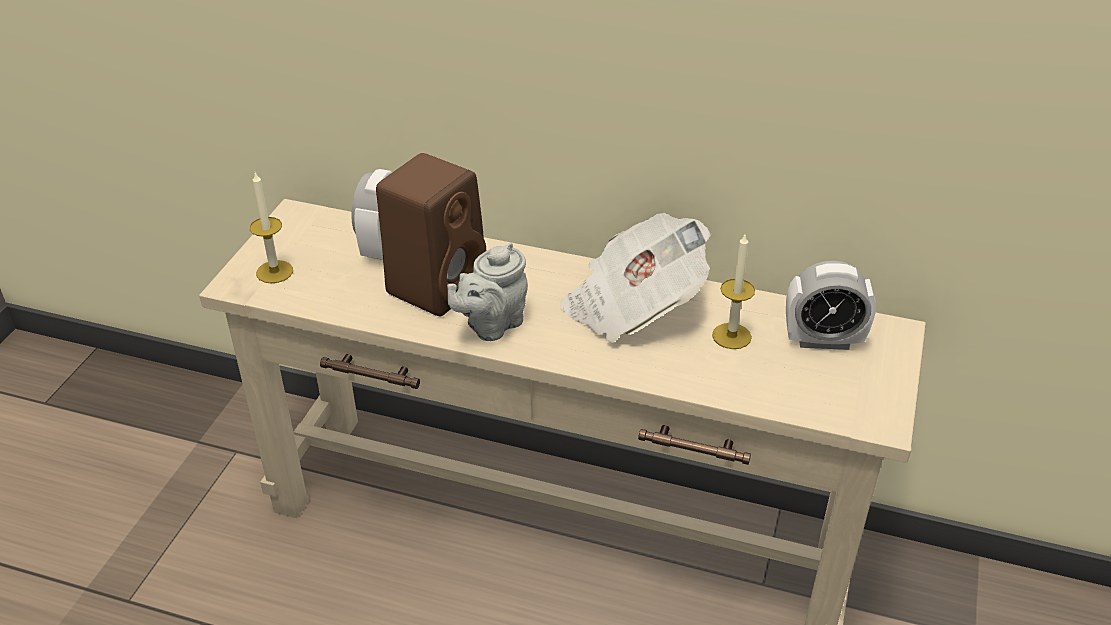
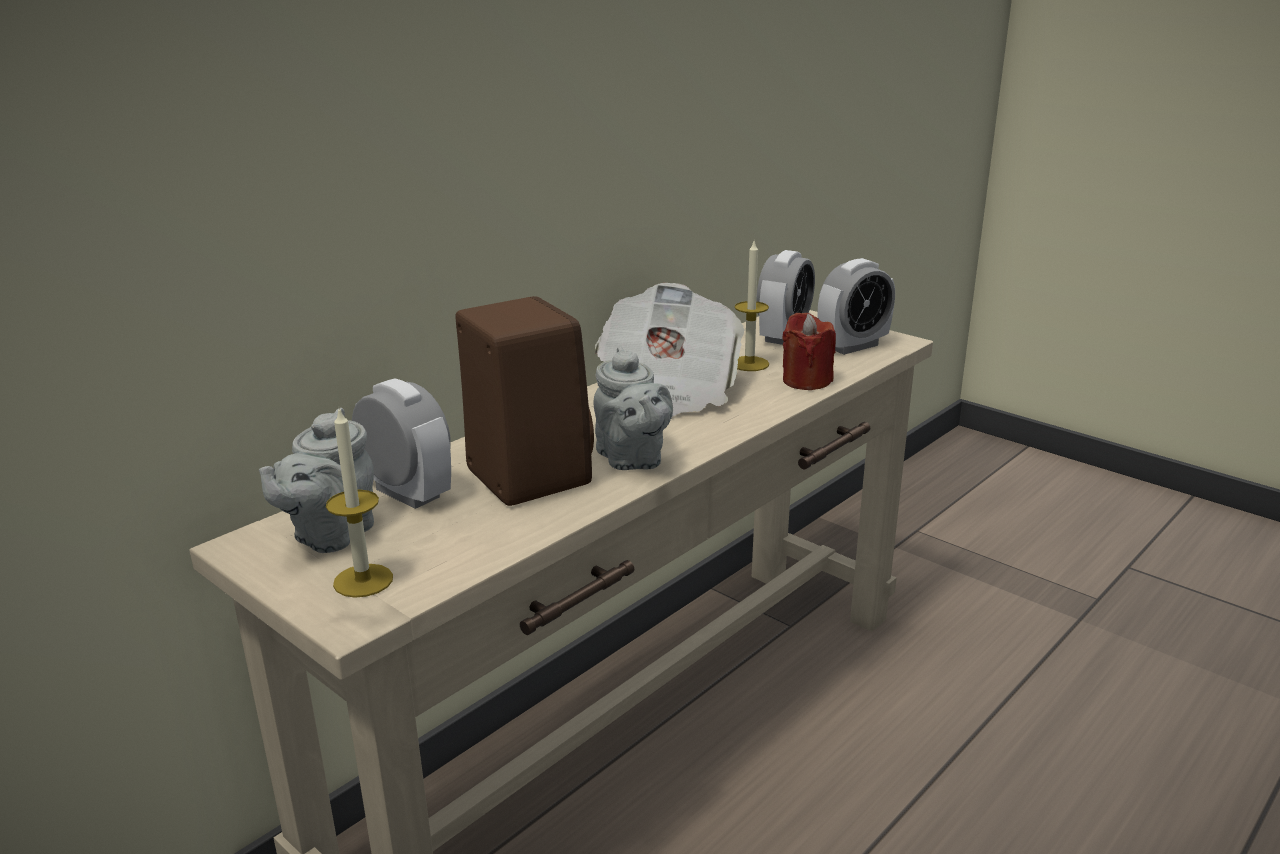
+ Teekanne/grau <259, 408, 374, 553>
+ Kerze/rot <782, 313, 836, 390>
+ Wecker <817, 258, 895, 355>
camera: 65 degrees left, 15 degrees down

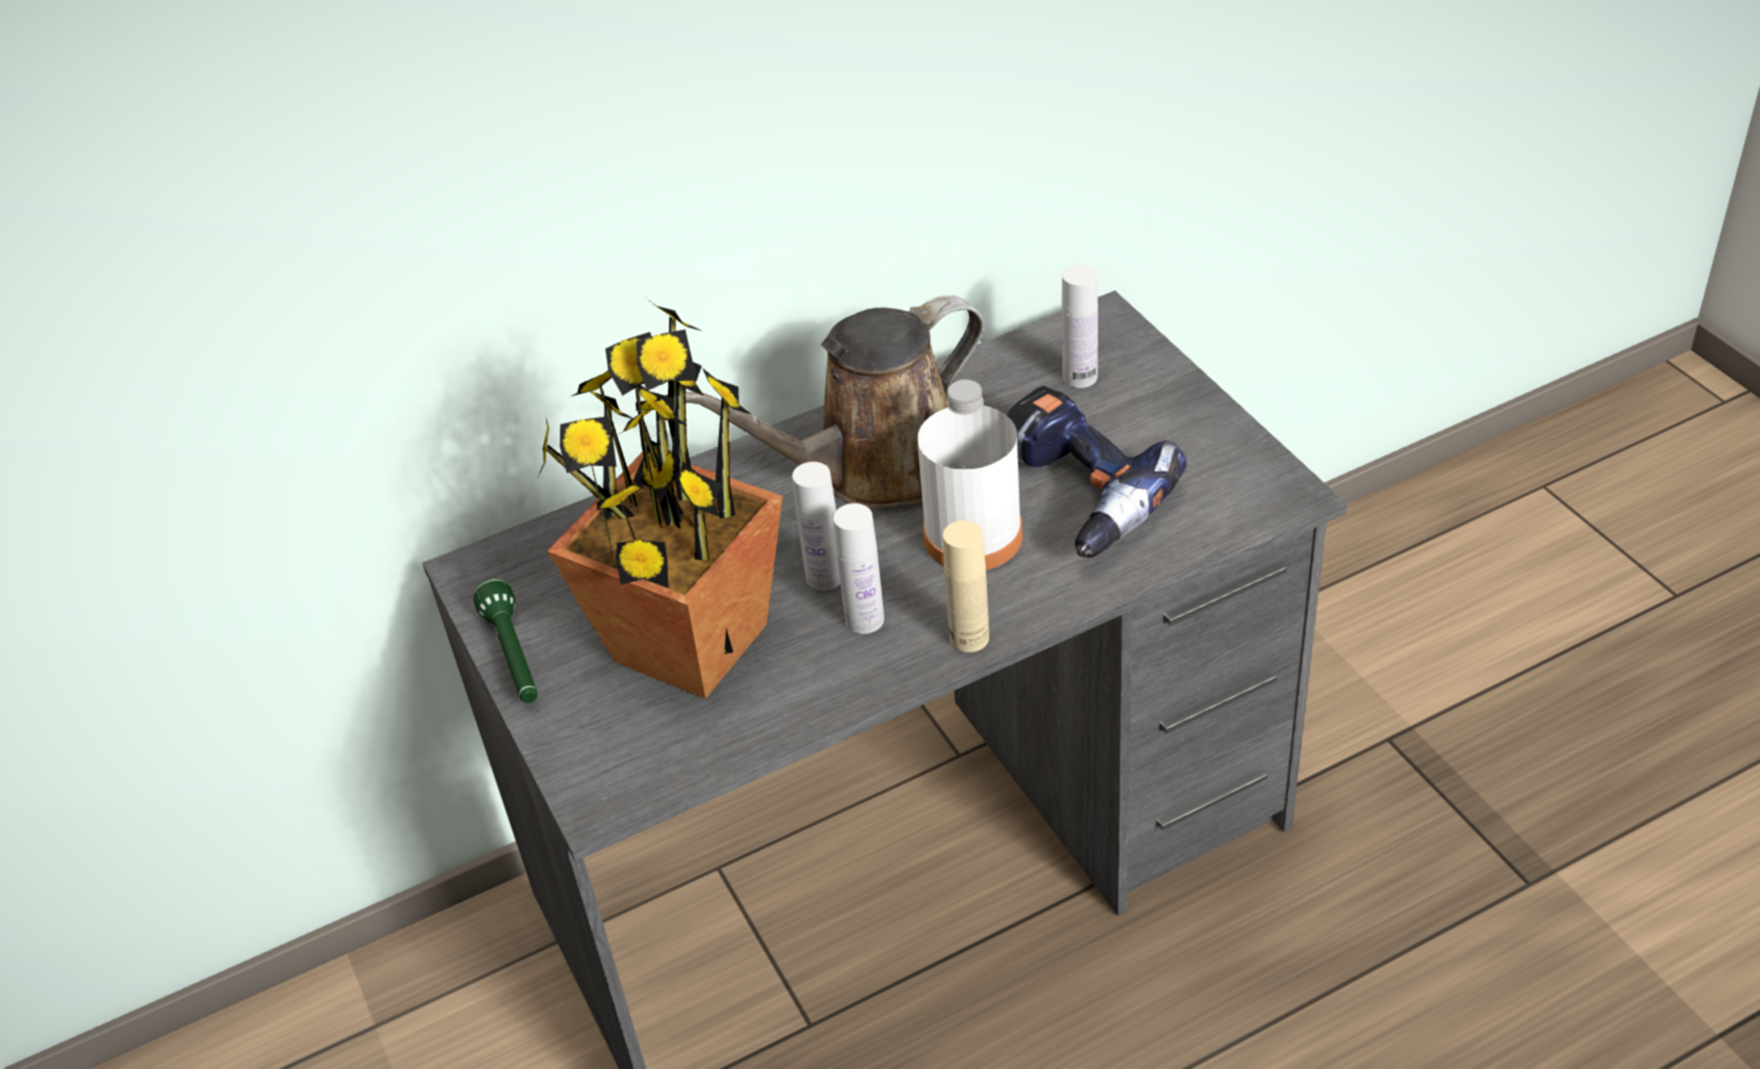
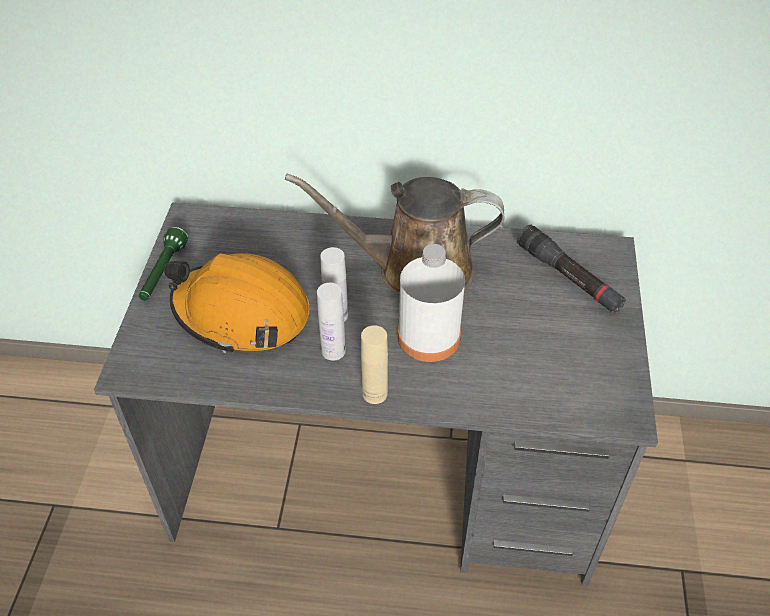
~ Topfpflanze <537, 299, 783, 699> to Schutzhelm/orange <164, 253, 310, 353>
~ Flasche/weiß <1062, 265, 1098, 388> to Taschenlampe/schwarz <517, 224, 626, 314>
- Bohrmaschine <1007, 386, 1187, 558>
camera: 30 degrees right, 5 degrees up

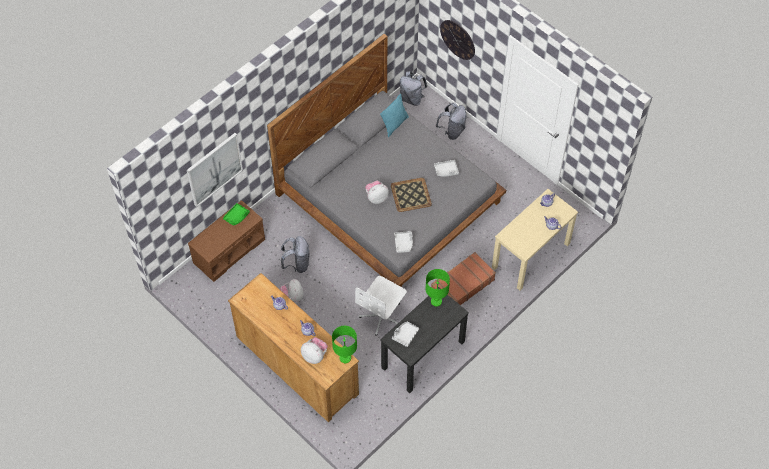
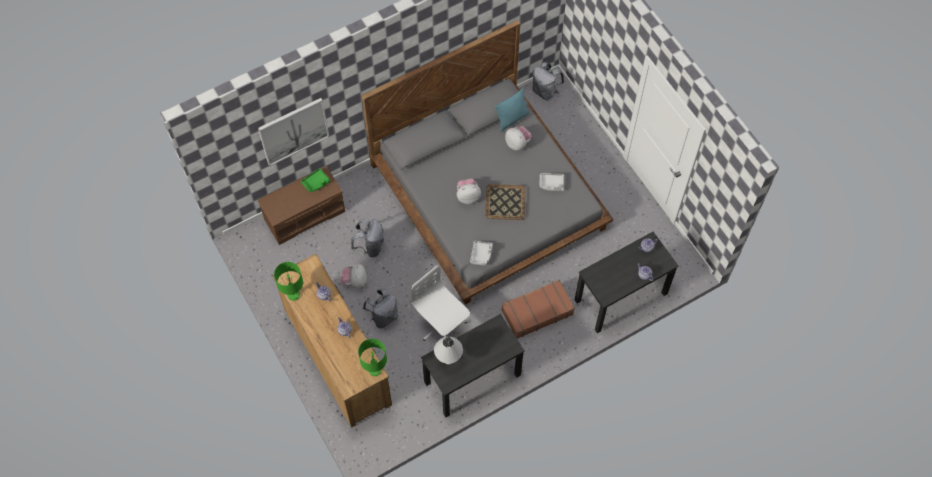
~ Tischlampe/grün <425, 269, 450, 307> to <274, 262, 303, 301>
~ Rucksack/grau <436, 103, 467, 140> to <363, 288, 399, 329>
~ Bürostuhl/weiß <355, 276, 407, 336> = <411, 265, 470, 341> 90 degrees clockwise
~ Tablett/grau <392, 322, 419, 347> to Tischlampe/weiß <434, 337, 463, 365>
~ Plüschtier <301, 337, 328, 364> to <505, 126, 532, 151>
~ Schreibtisch/beige <492, 189, 578, 291> to Schreibtisch/schwarz <575, 232, 679, 333>
- Wanduhr <440, 20, 475, 60>
camera: 15 degrees right, 5 degrees up

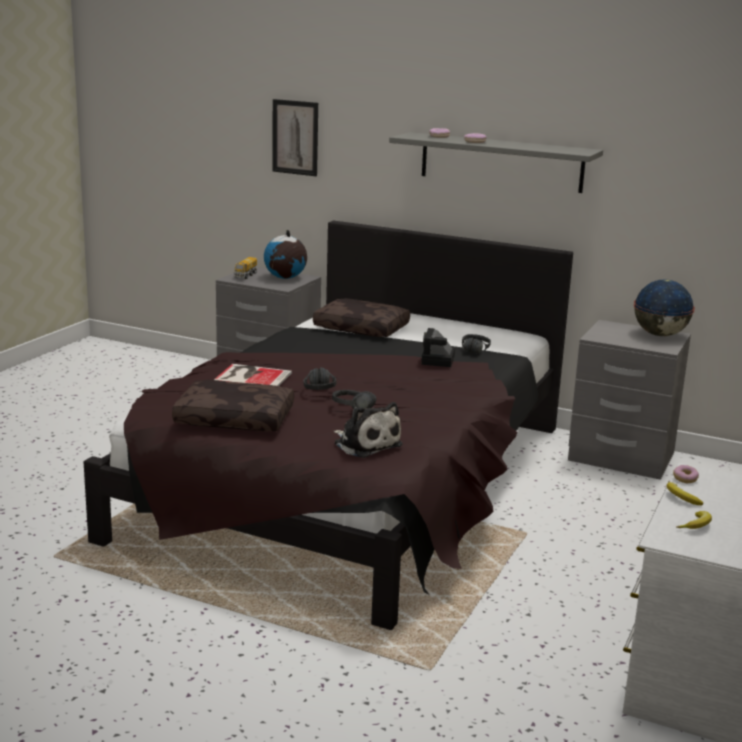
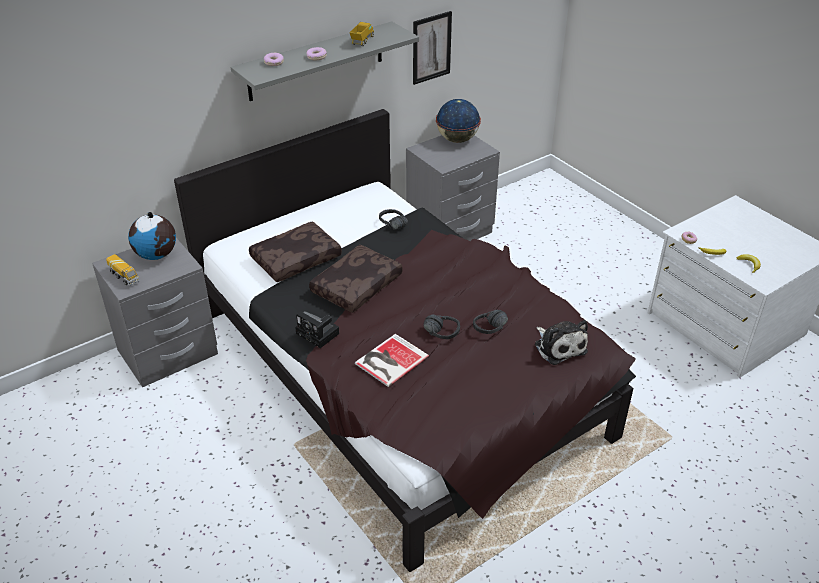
~ Kamera <421, 328, 455, 367> to <295, 311, 340, 348>
~ Kissen/braun <172, 380, 294, 431> to <309, 245, 403, 313>
+ Spielzeuglaster <349, 22, 374, 46>
~ Bild <272, 99, 318, 176> to <413, 11, 452, 85>
~ Plüschtier <334, 402, 403, 458> = <535, 320, 588, 365> 75 degrees clockwise
camera: 60 degrees left, 20 degrees up

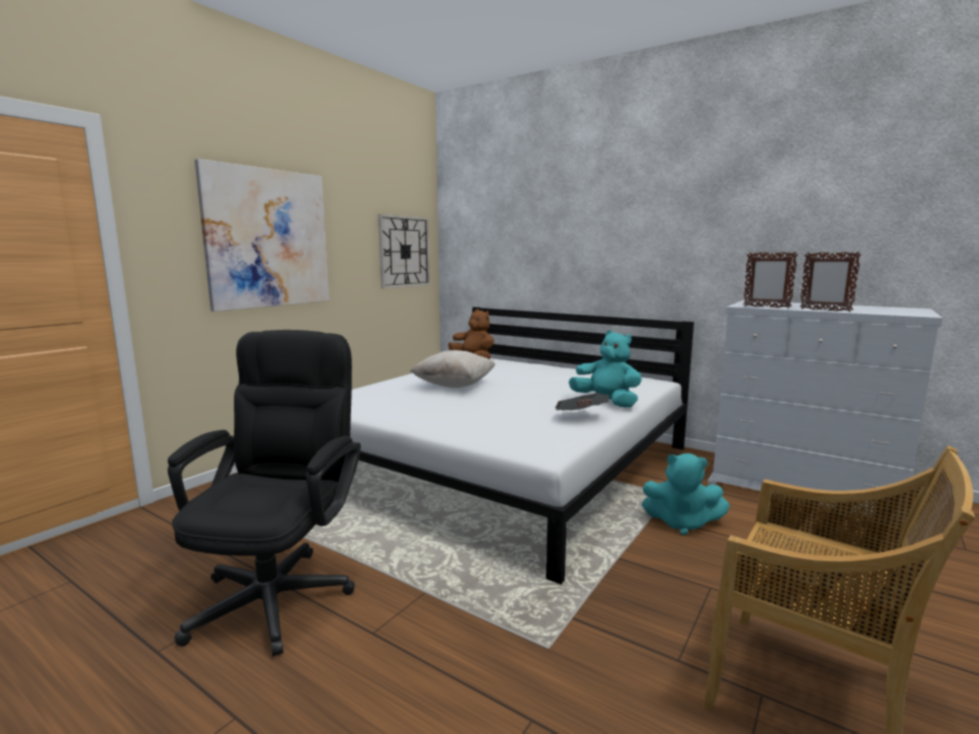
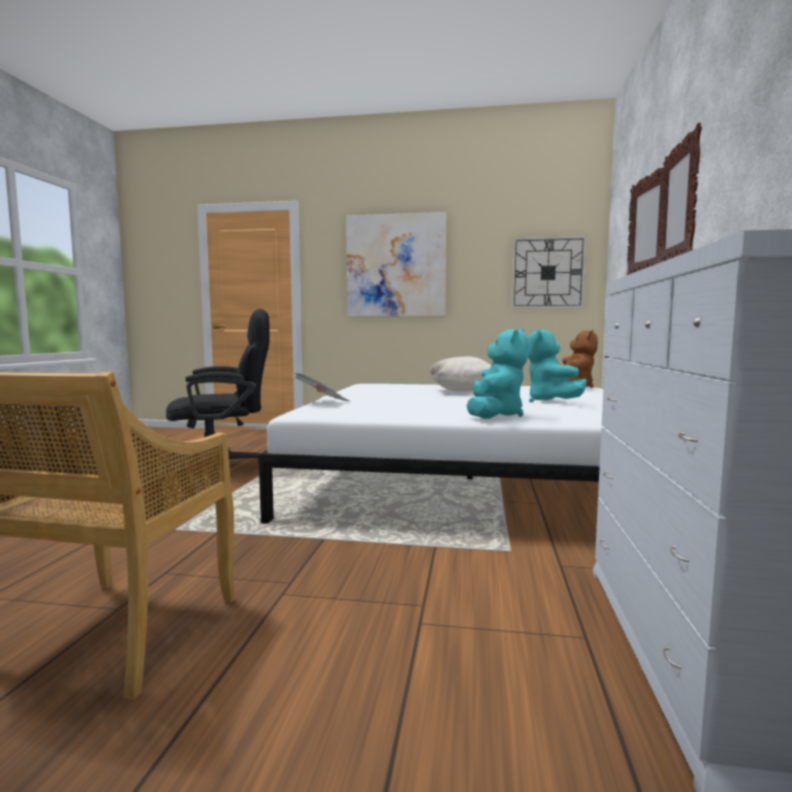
~ Zeitung <555, 393, 610, 410> to <295, 373, 350, 401>
~ Plüschtier/türkis <642, 453, 730, 535> to <528, 329, 587, 402>
camera: 65 degrees right, 5 degrees down

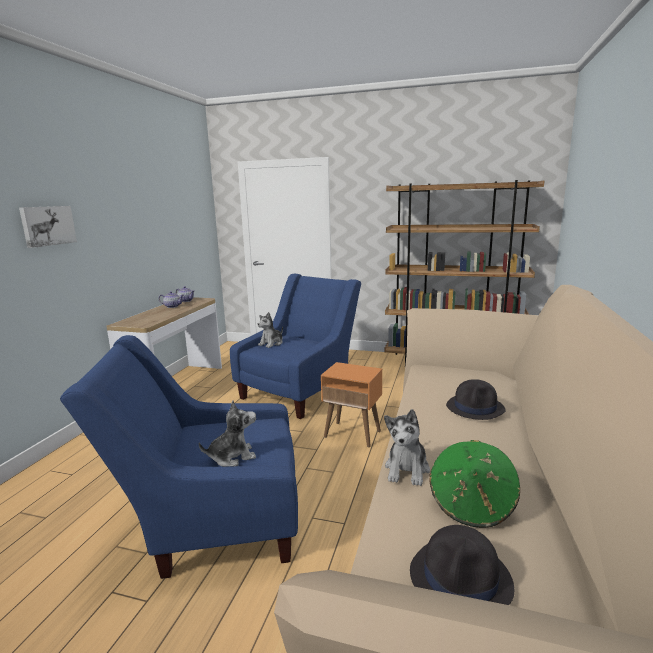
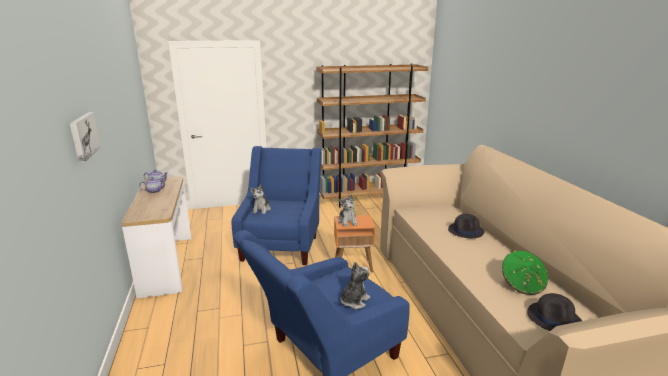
~ Plüschtier <384, 409, 430, 486> to <338, 194, 357, 227>
camera: 30 degrees left, 5 degrees up

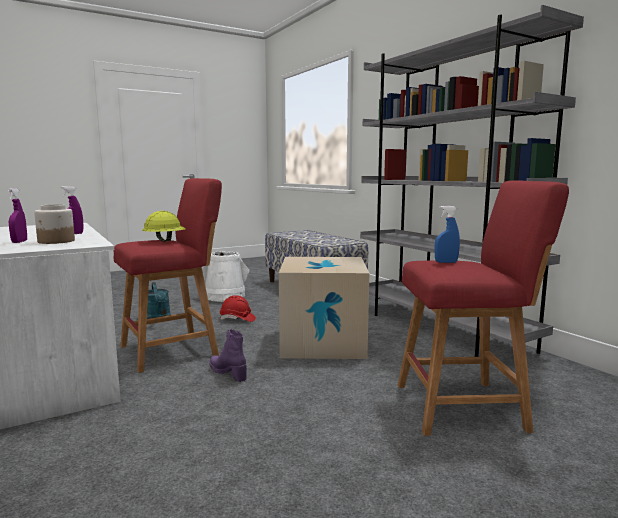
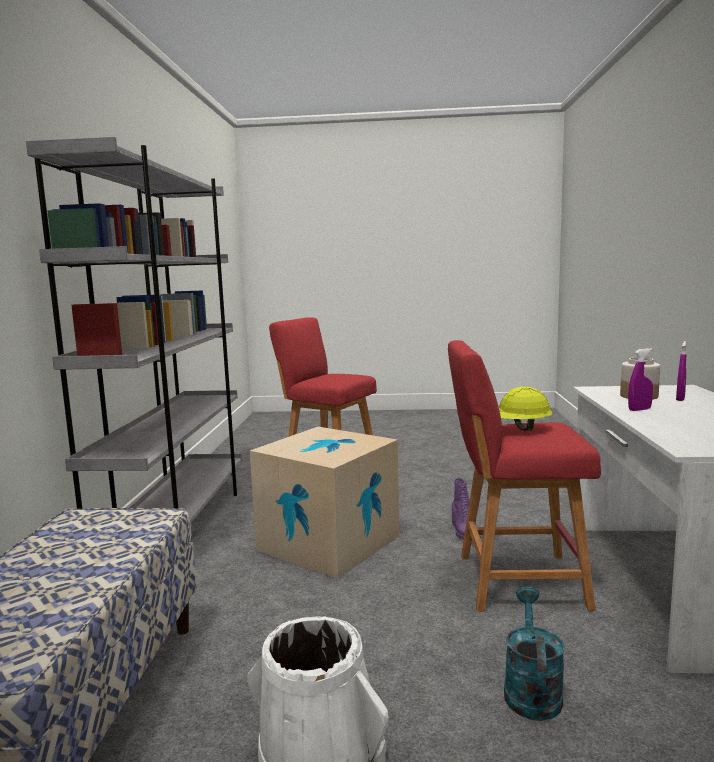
- Schutzhelm/rot <220, 295, 256, 322>
- Sprühflasche/blau <435, 206, 460, 263>
camera: 145 degrees left, 0 degrees up

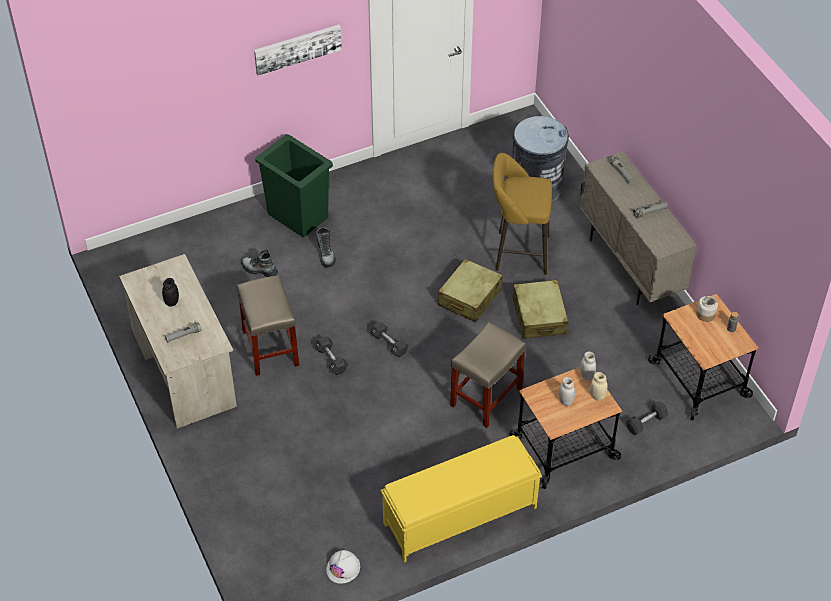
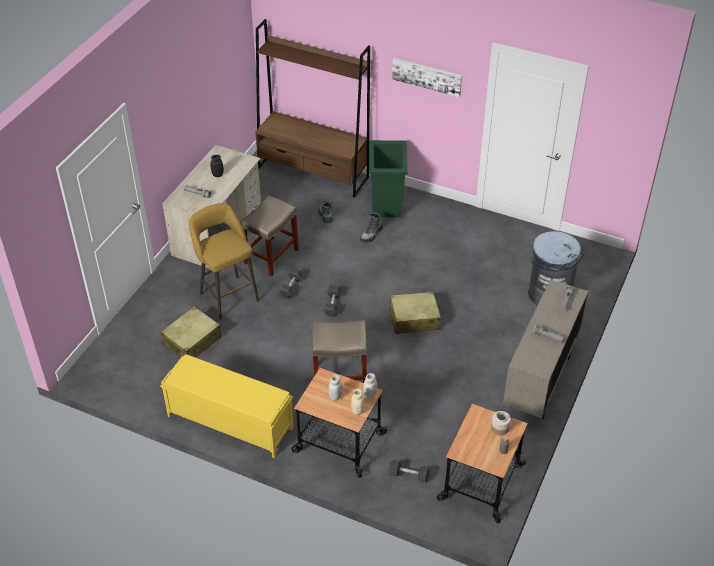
~ Koffer/beige <513, 280, 568, 339> to <161, 306, 222, 357>
~ Hocker/gelb <492, 153, 552, 275> to <189, 203, 259, 319>
+ Bücherregal/braun <255, 19, 370, 198>
- Schutzhelm/weiß <326, 550, 360, 584>
camera: 50 degrees right, 5 degrees down

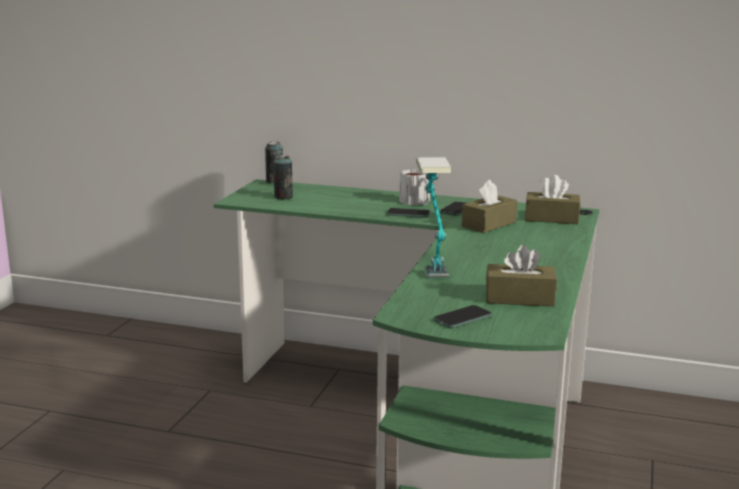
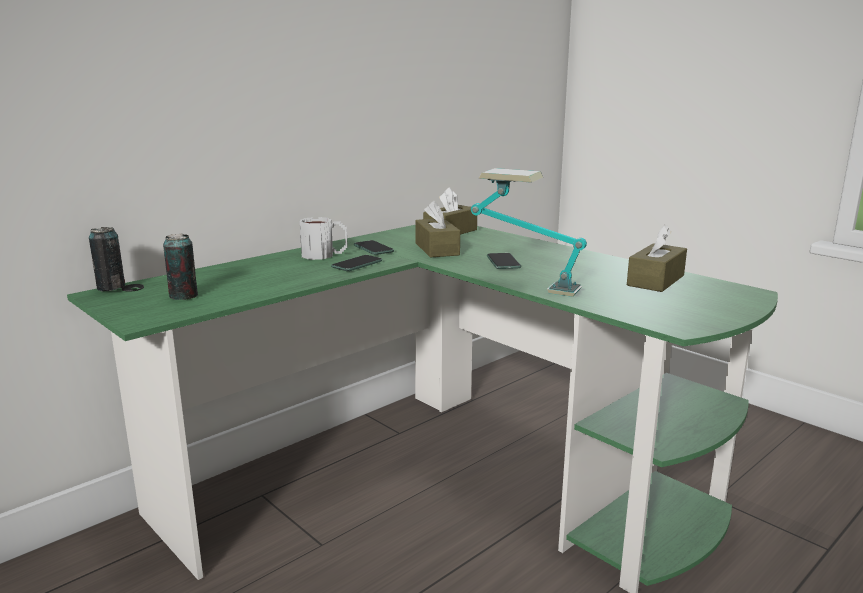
~ Handy <433, 305, 492, 328> to <487, 253, 521, 269>
camera: 60 degrees left, 0 degrees up

